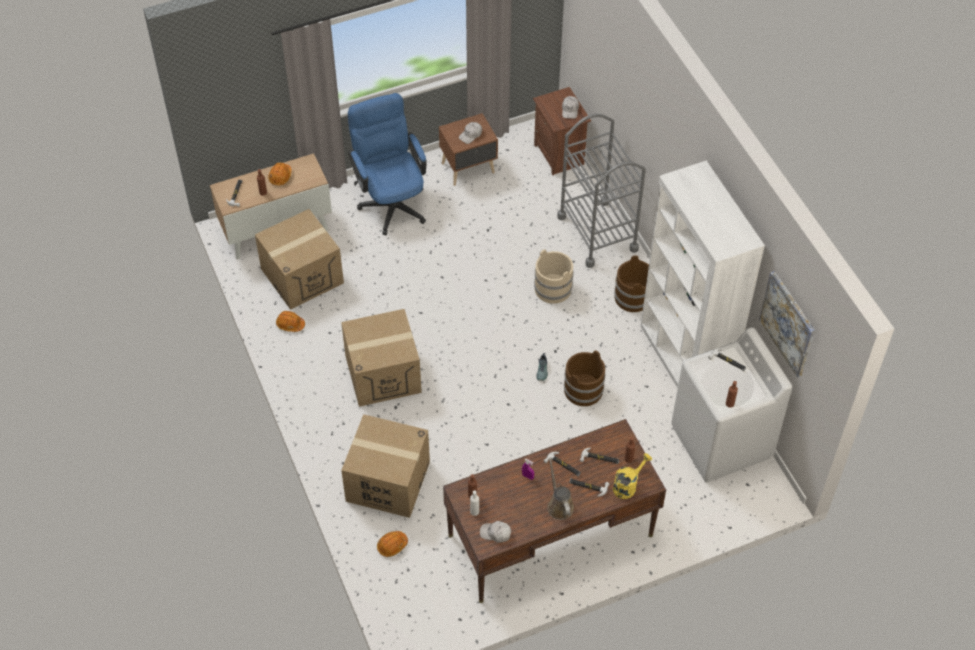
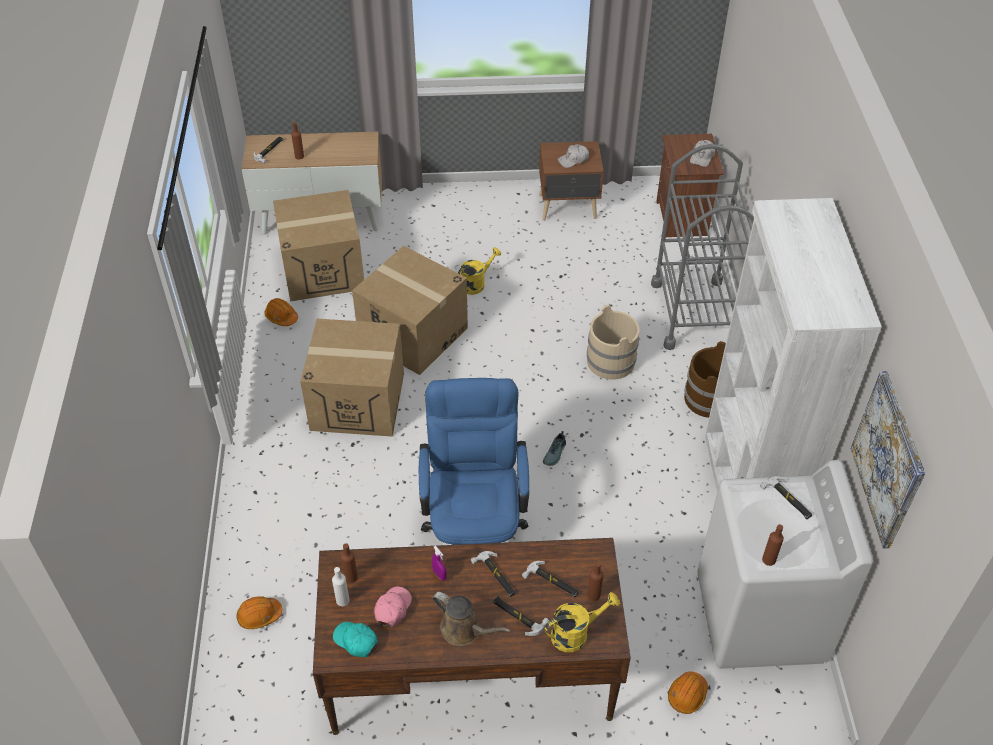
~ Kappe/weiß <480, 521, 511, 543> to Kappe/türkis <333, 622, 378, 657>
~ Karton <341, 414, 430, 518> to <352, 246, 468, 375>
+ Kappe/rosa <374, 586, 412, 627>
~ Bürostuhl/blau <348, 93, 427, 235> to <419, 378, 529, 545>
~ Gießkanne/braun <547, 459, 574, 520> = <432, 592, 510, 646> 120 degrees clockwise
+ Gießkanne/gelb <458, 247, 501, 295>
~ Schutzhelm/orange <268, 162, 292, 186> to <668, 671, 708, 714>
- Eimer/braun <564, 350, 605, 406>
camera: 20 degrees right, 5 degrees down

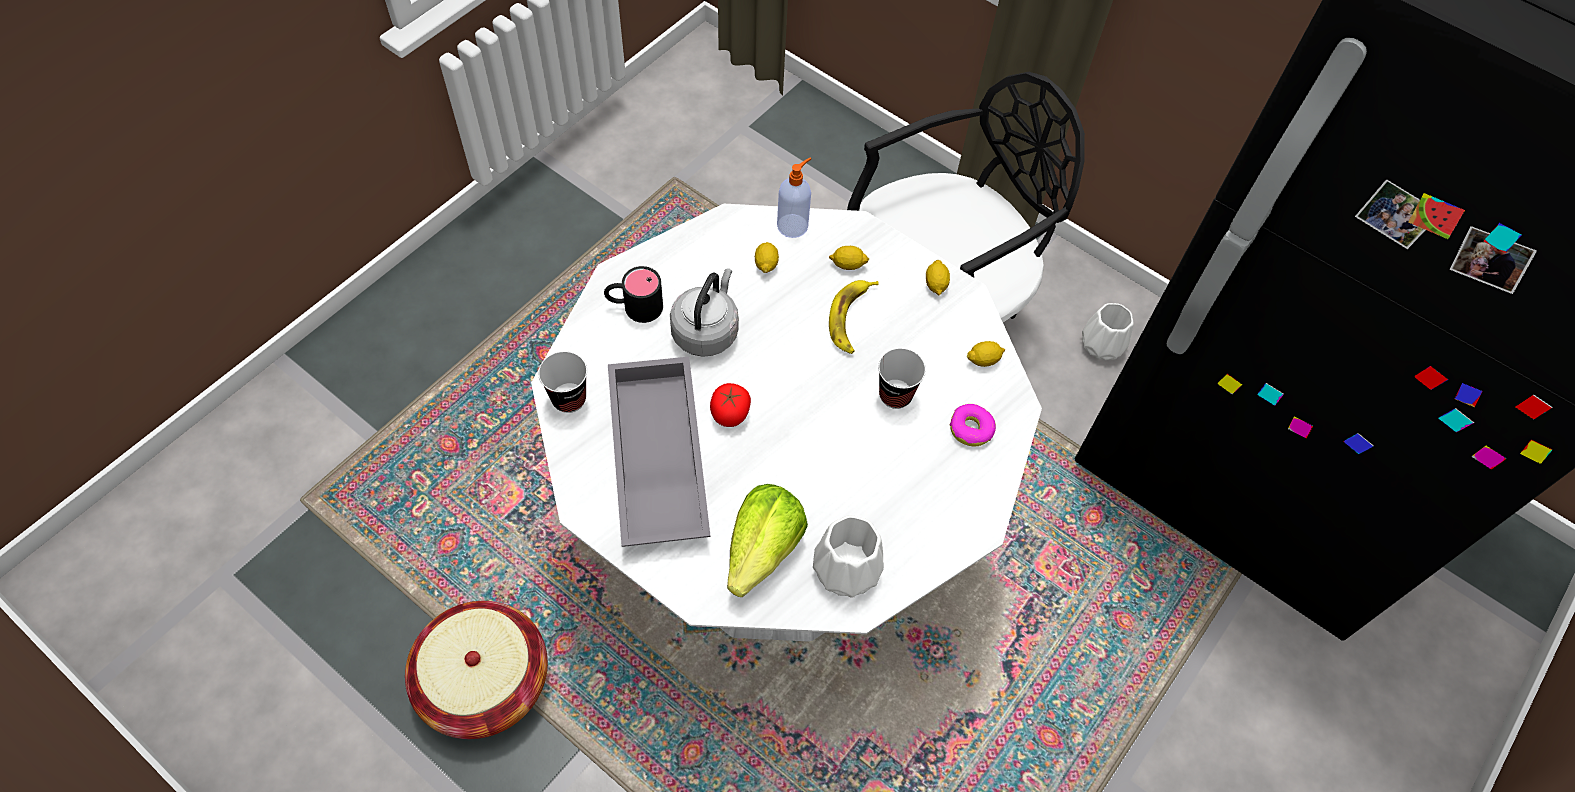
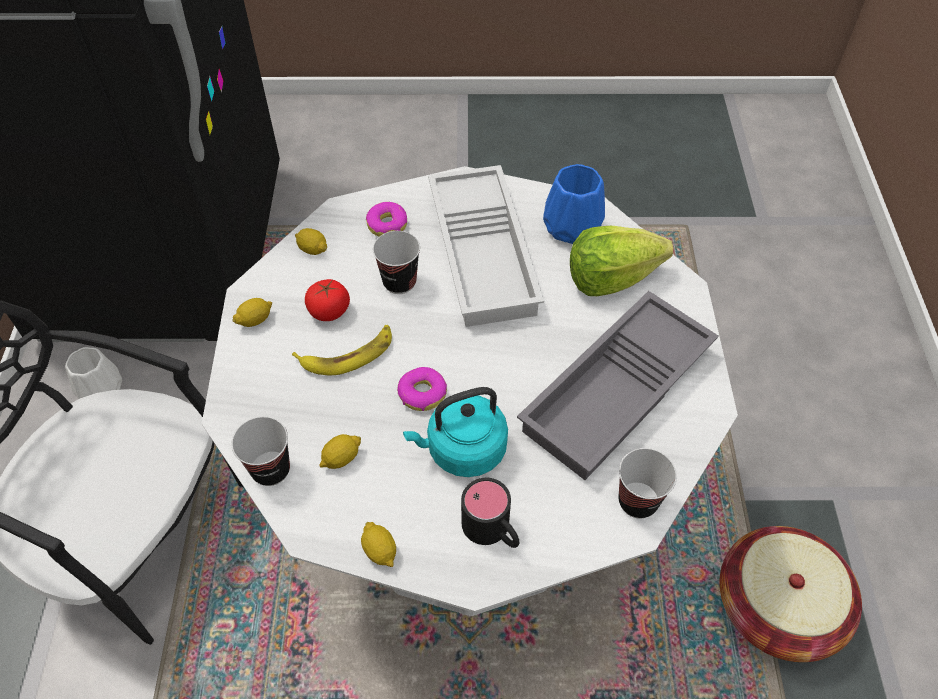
~ Seifenspender <777, 158, 811, 238> to Tasse <231, 417, 290, 486>
~ Tomate <710, 383, 751, 427> to <305, 279, 350, 321>
~ Zitrone <829, 246, 869, 270> to <361, 522, 396, 567>
+ Donut <397, 367, 447, 411>
~ Wasserkessel/grau <670, 268, 739, 357> to Wasserkessel/türkis <403, 387, 508, 477>
+ Tablett/weiß <428, 165, 544, 327>
~ Vase/weiß <813, 515, 884, 598> to Vase/blau <543, 164, 605, 244>
camera: 125 degrees left, 5 degrees down

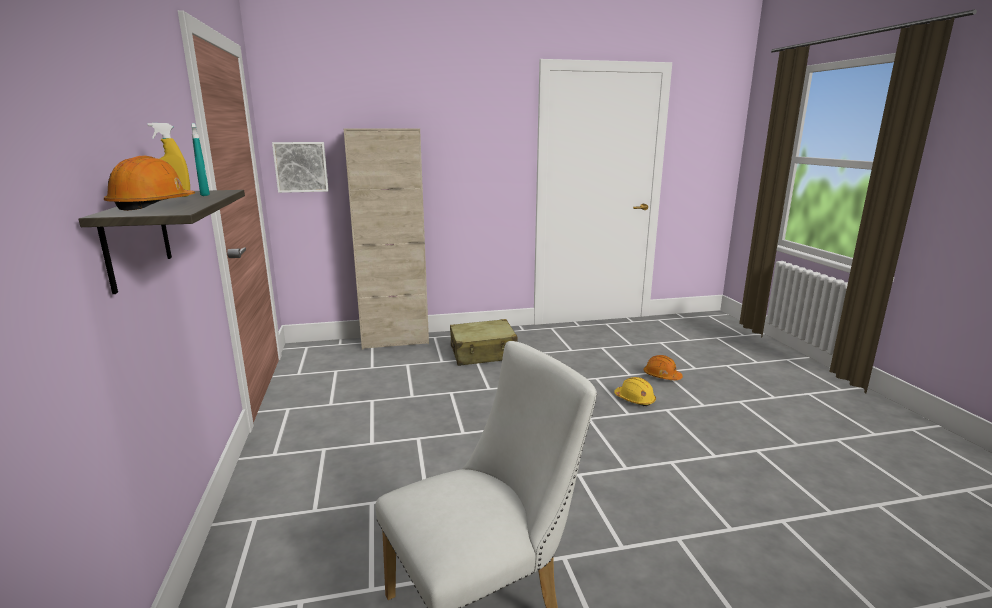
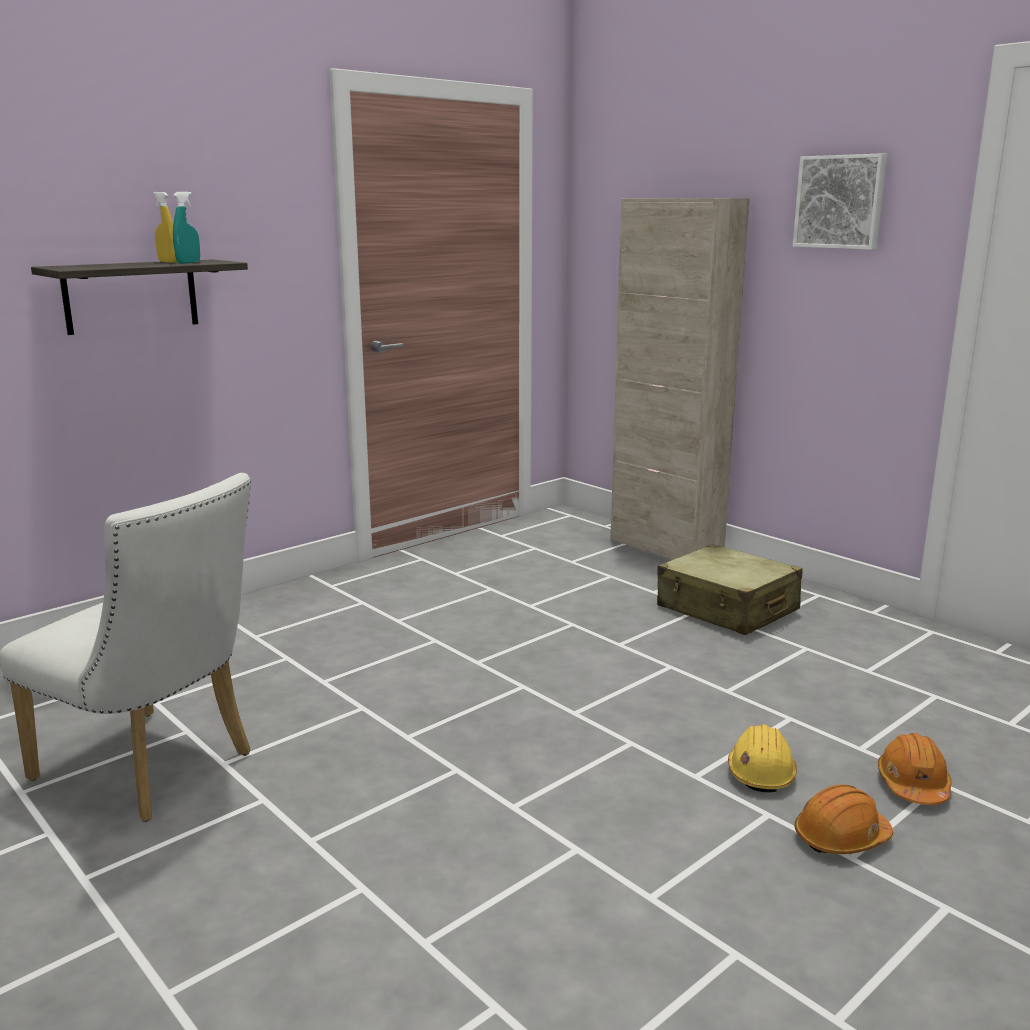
~ Bild <272, 142, 329, 193> to <793, 153, 887, 250>
~ Schutzhelm/orange <104, 156, 195, 211> to <794, 784, 893, 854>
camera: 60 degrees right, 0 degrees up

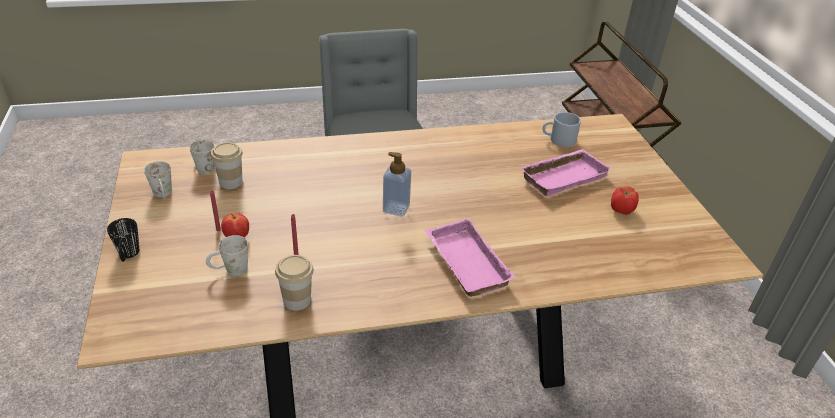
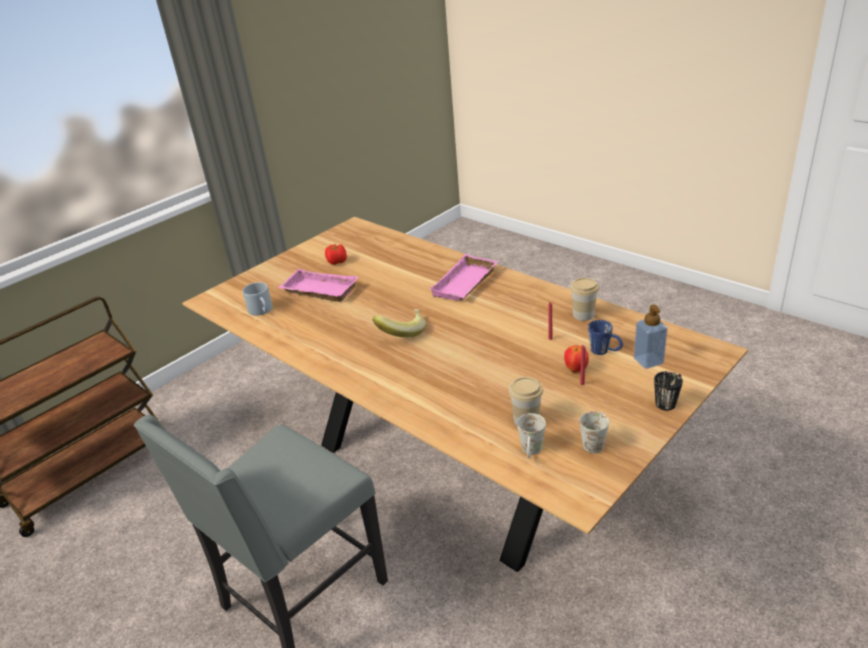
+ Banane <372, 309, 426, 337>
~ Henkelbecher/weiß <206, 235, 248, 276> to Henkelbecher/blau <588, 320, 623, 355>
~ Seifenspender <383, 152, 411, 216> to <634, 305, 668, 369>
camera: 120 degrees left, 5 degrees down

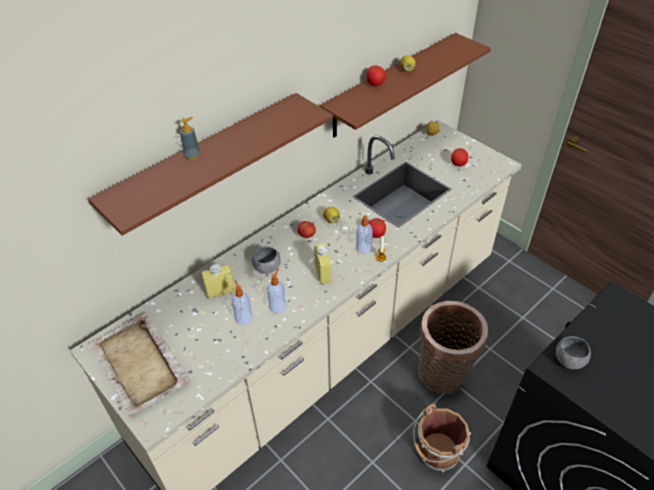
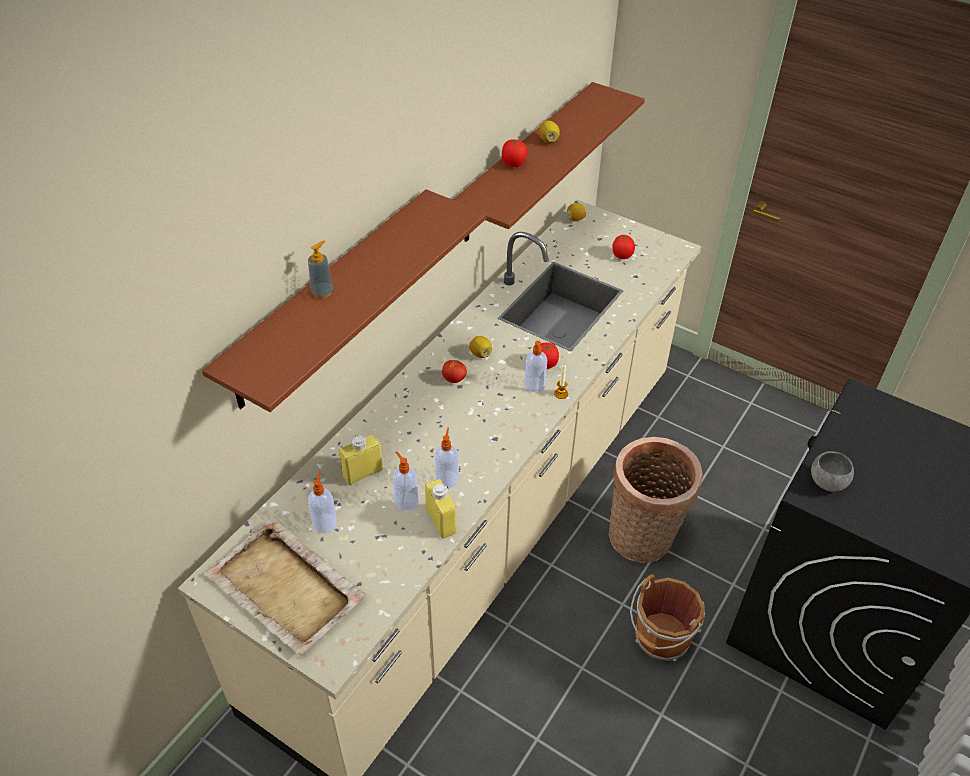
+ Seifenspender <308, 471, 337, 533>
~ Flasche/gelb <314, 244, 332, 284> to <425, 479, 457, 539>
- Schüssel/grau <252, 246, 281, 274>
camera: 15 degrees left, 0 degrees up

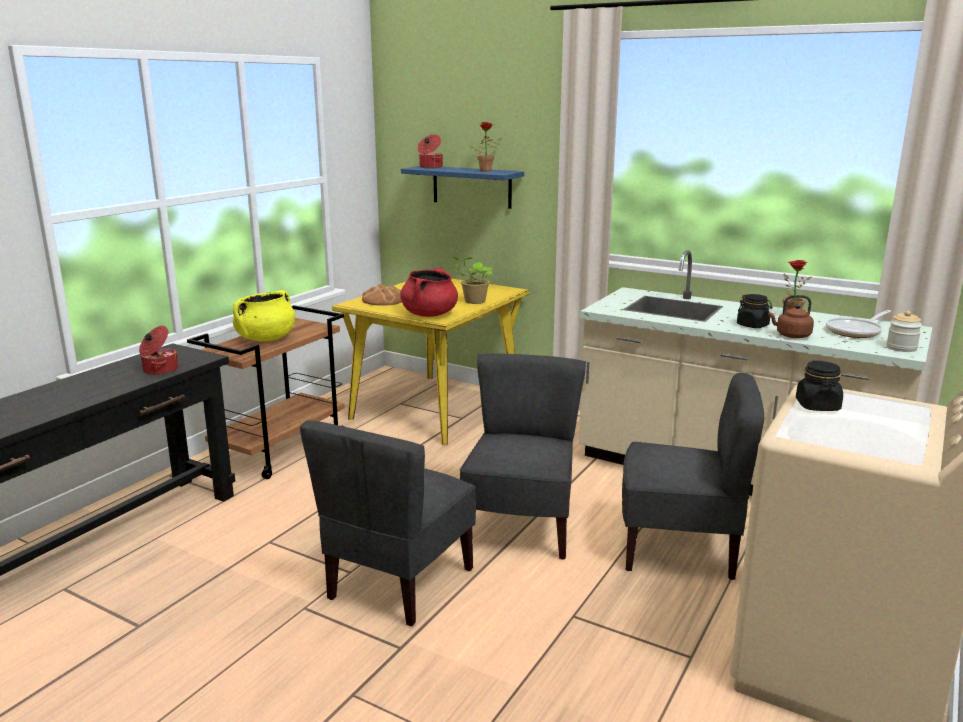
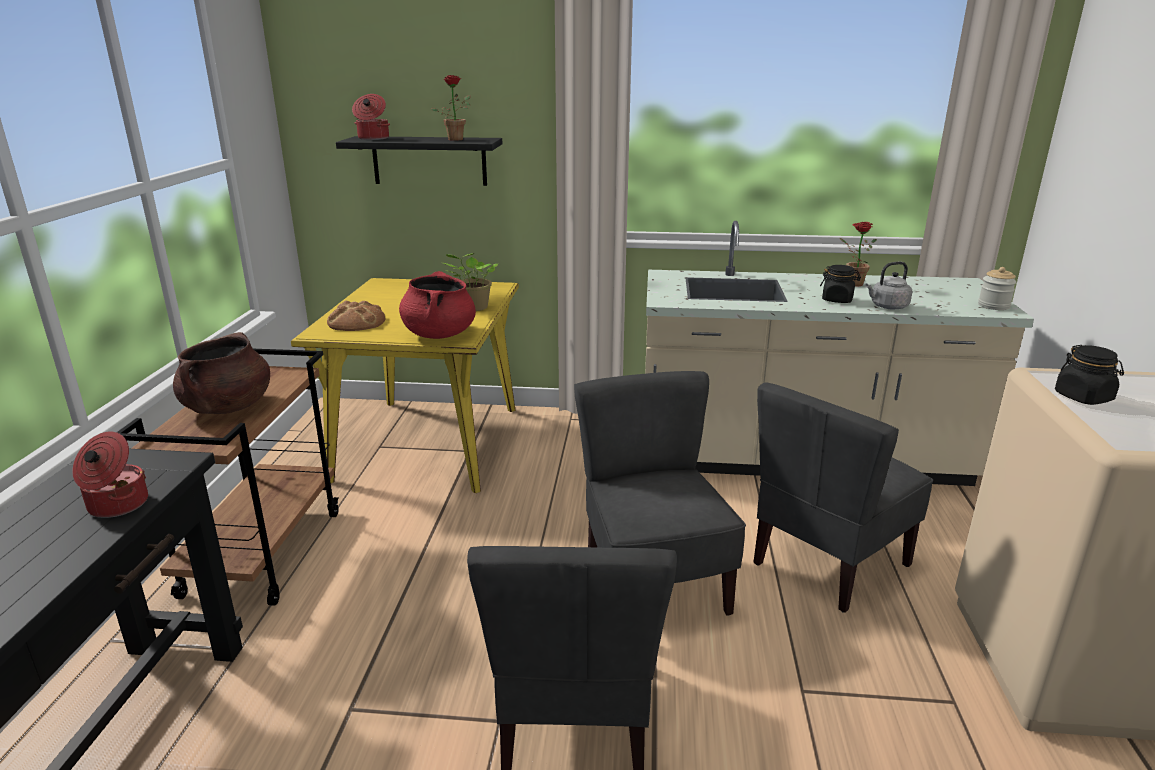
~ Kochtopf/gelb <233, 290, 295, 341> to Kochtopf/braun <173, 332, 270, 414>
~ Wandregal/blau <401, 166, 524, 209> to Wandregal/schwarz <336, 136, 502, 186>
~ Stuhl/grau <622, 373, 764, 580> = <753, 382, 933, 613> 150 degrees clockwise
~ Wasserkessel/braun <768, 295, 814, 338> to Wasserkessel/grau <865, 262, 912, 309>
- Pfanne <826, 310, 891, 338>
camera: 25 degrees left, 5 degrees up

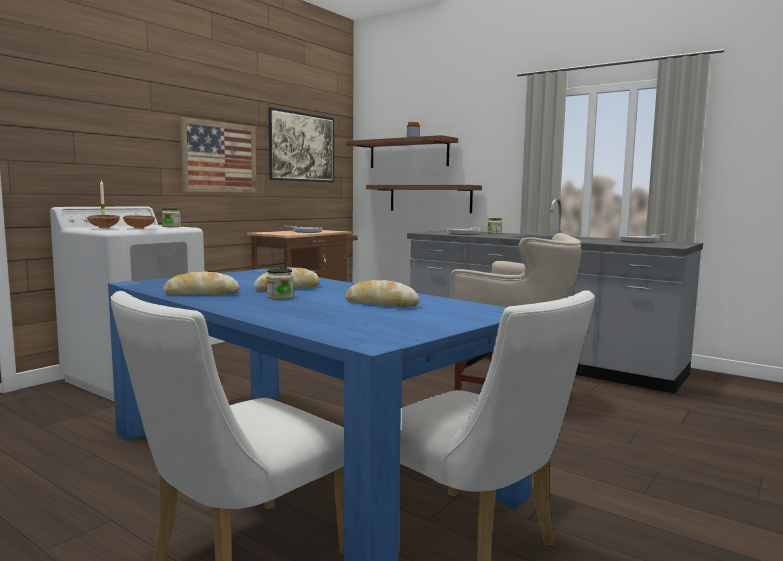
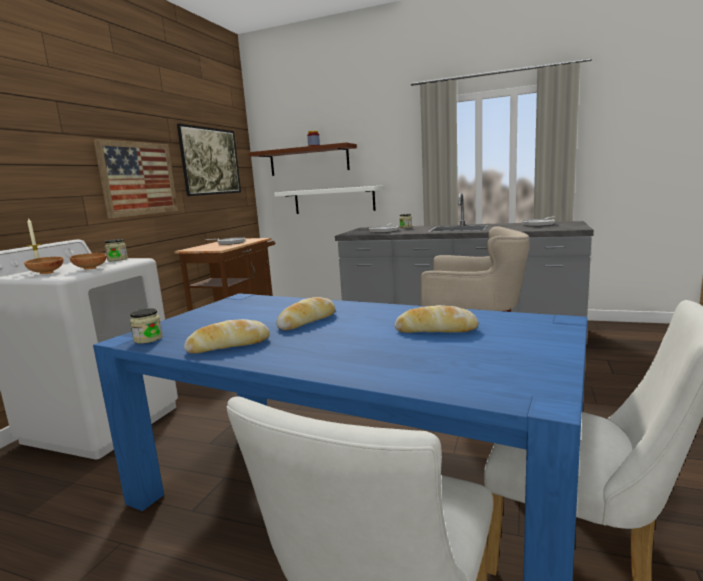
~ Vorratsglas <266, 268, 294, 299> to <130, 308, 163, 344>
~ Wandregal/braun <366, 185, 482, 213> to Wandregal/weiß <274, 185, 383, 214>
camera: 15 degrees left, 5 degrees up

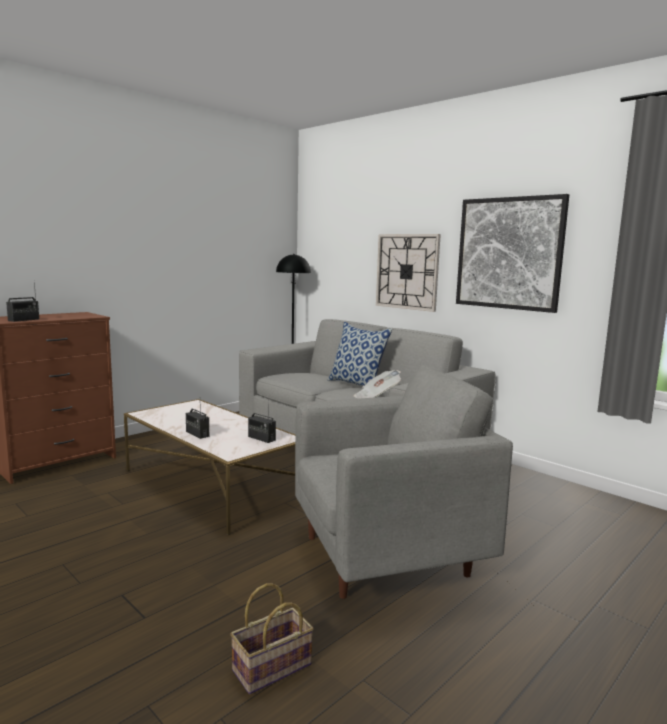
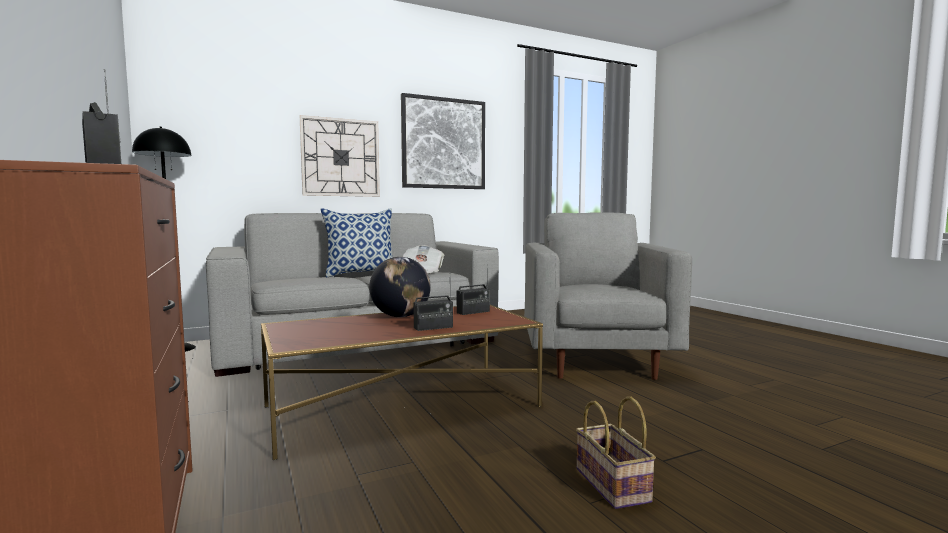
~ Couchtisch/weiß <124, 399, 295, 535> to Couchtisch/braun <261, 305, 543, 460>
+ Globus <369, 257, 431, 317>
~ Korb <230, 583, 314, 694> to <576, 397, 656, 509>
camera: 70 degrees left, 5 degrees down

